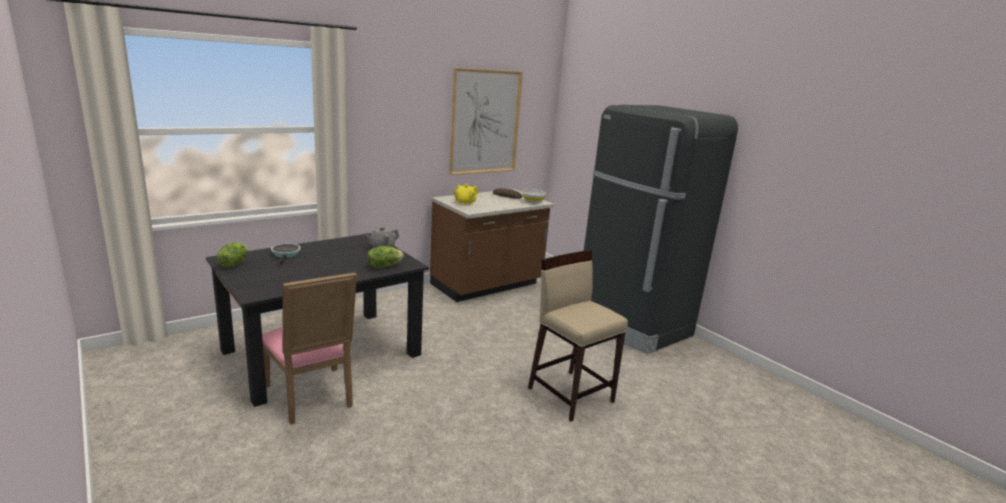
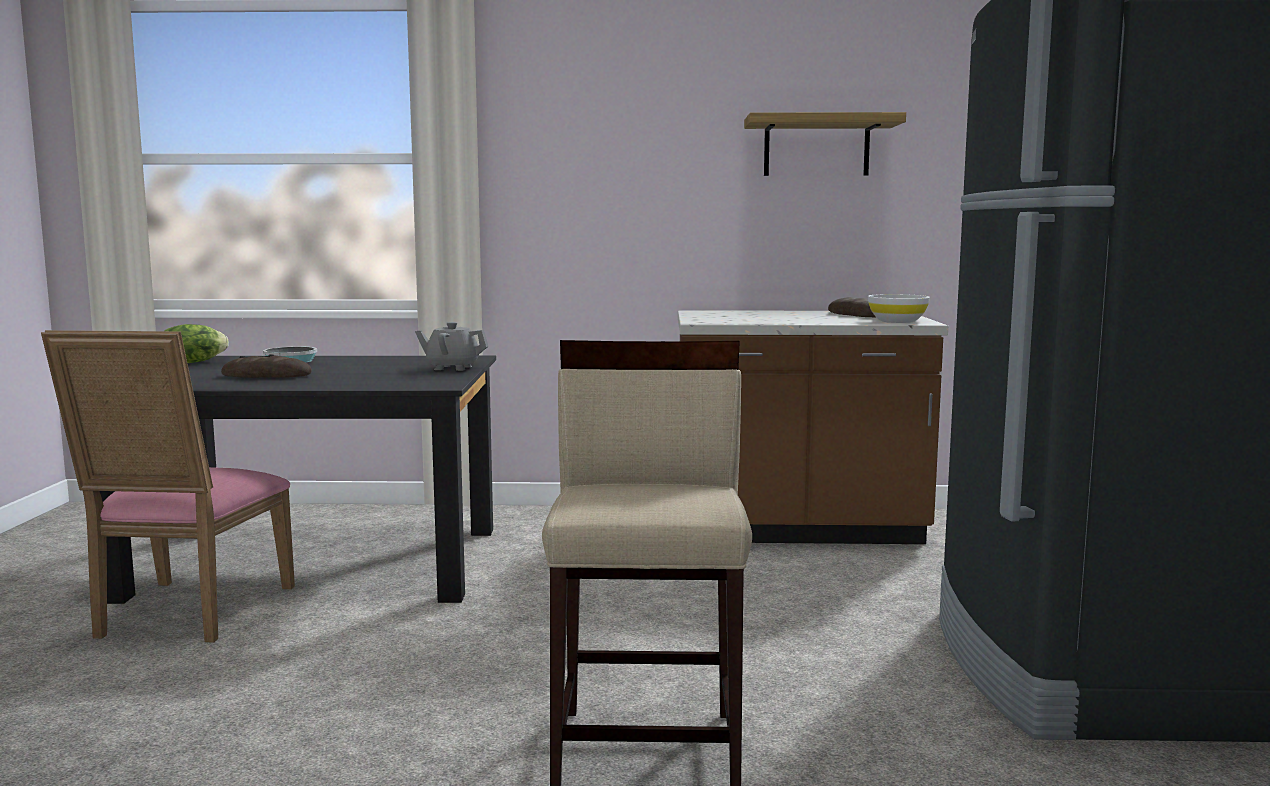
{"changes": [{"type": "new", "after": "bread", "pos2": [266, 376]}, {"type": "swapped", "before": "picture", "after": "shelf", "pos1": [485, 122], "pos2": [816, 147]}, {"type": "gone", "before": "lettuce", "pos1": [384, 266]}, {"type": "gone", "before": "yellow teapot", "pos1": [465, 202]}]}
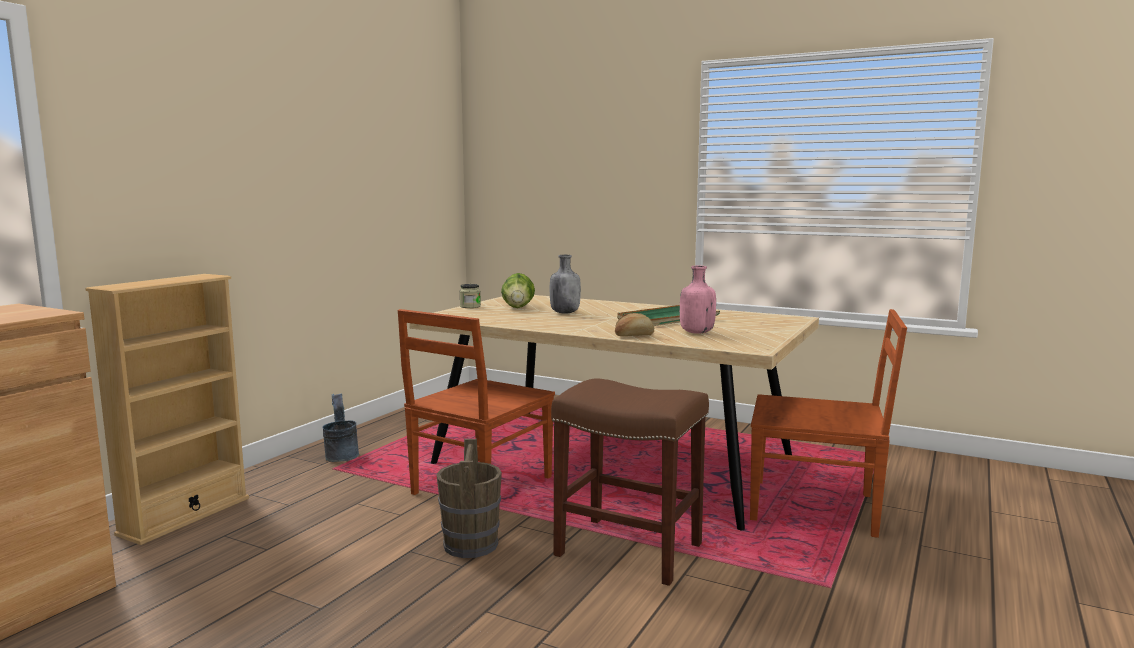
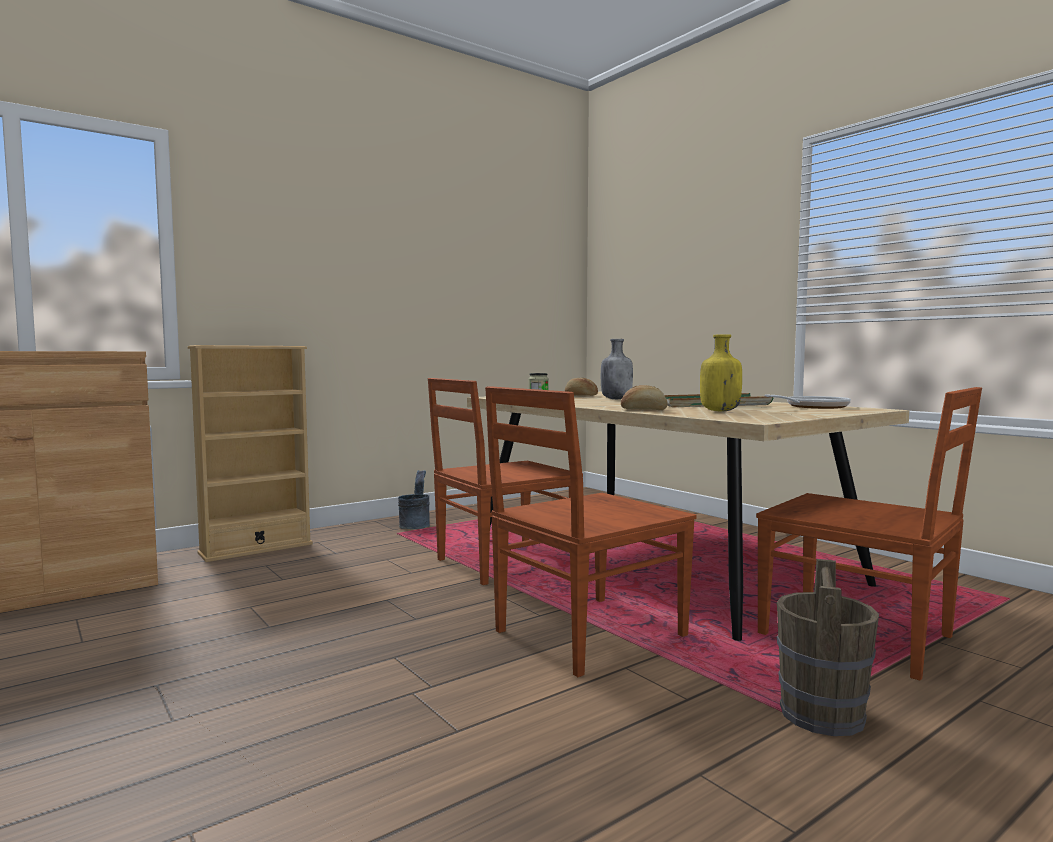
{"changes": [{"type": "swapped", "before": "brown stool", "after": "brown chair", "pos1": [626, 550], "pos2": [586, 635]}, {"type": "swapped", "before": "lettuce", "after": "bread", "pos1": [518, 307], "pos2": [580, 396]}, {"type": "repainted", "before": "pink bottle", "after": "yellow bottle", "pos1": [696, 332], "pos2": [719, 411]}, {"type": "new", "after": "frying pan", "pos2": [813, 407]}, {"type": "shifted", "before": "brown bucket", "pos1": [471, 544], "pos2": [822, 714]}]}
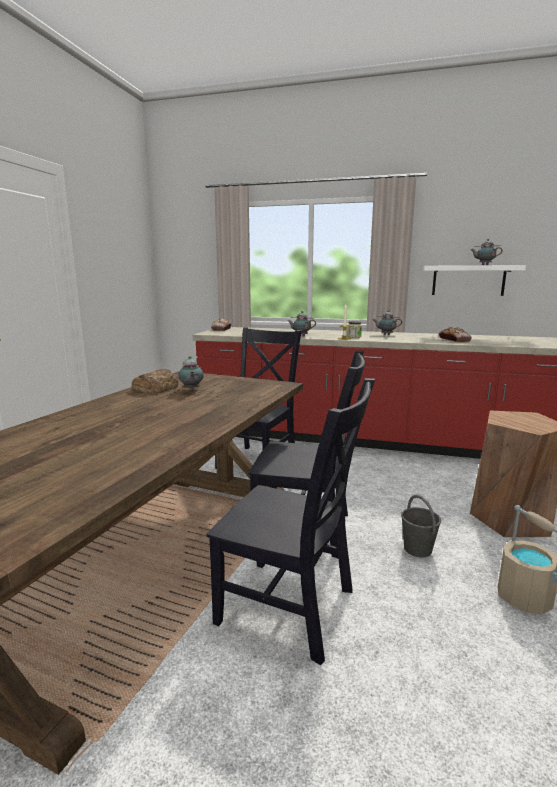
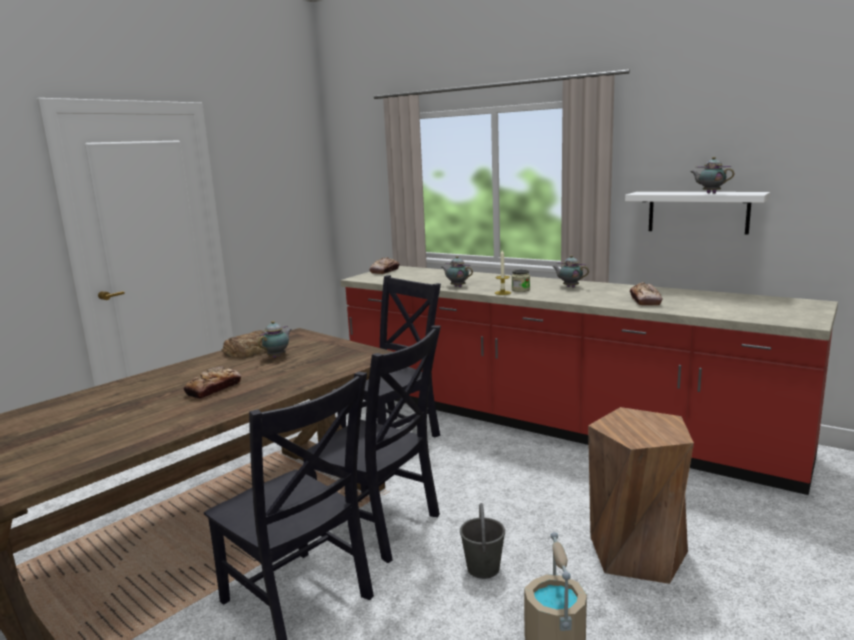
{"changes": [{"type": "new", "after": "bread", "pos2": [213, 389]}, {"type": "rotated", "before": "teapot", "pos1": [191, 390], "pos2": [278, 356], "turn": -150}]}
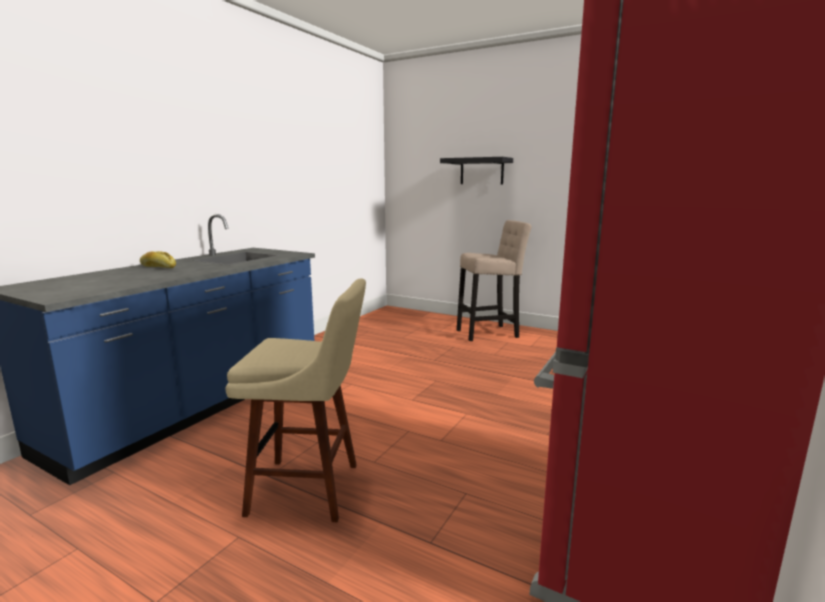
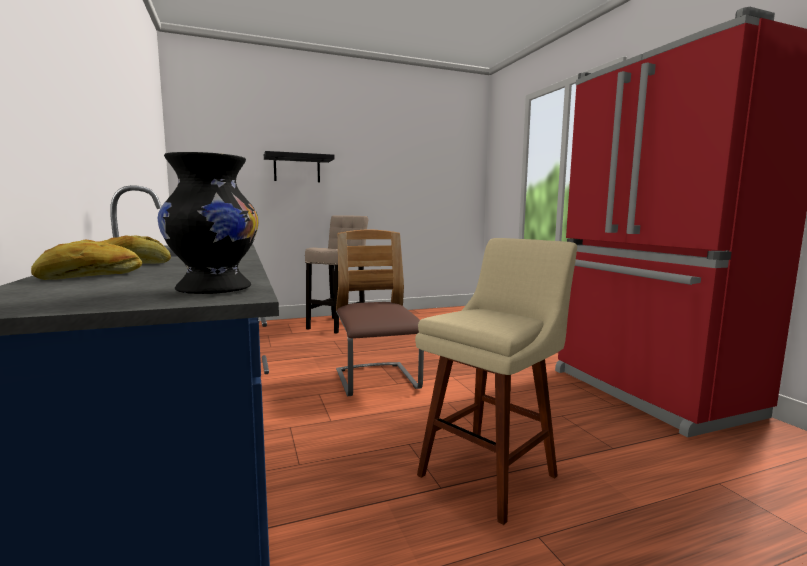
{"changes": [{"type": "new", "after": "bread", "pos2": [91, 276]}, {"type": "new", "after": "black vase", "pos2": [214, 289]}, {"type": "new", "after": "chair", "pos2": [376, 381]}]}
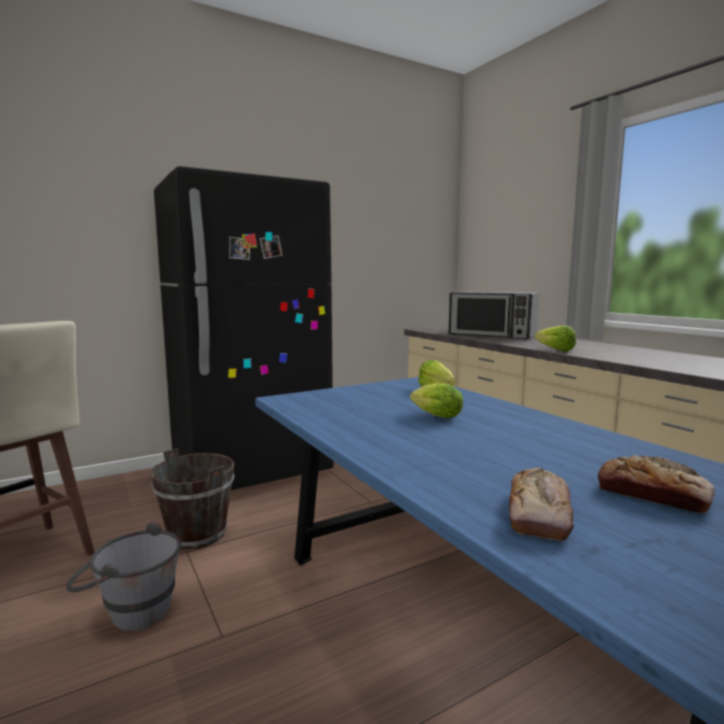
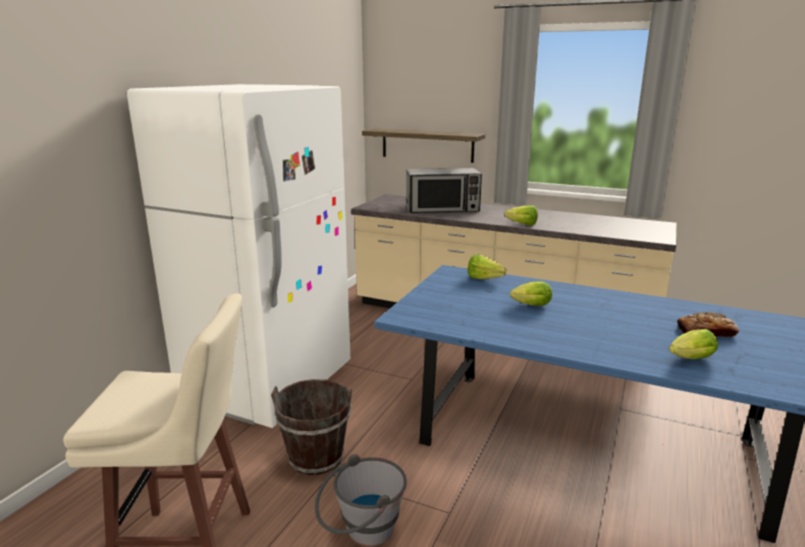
{"changes": [{"type": "repainted", "before": "black fridge", "after": "white fridge", "pos1": [251, 469], "pos2": [269, 384]}, {"type": "new", "after": "shelf", "pos2": [427, 145]}, {"type": "swapped", "before": "bread", "after": "lettuce", "pos1": [539, 514], "pos2": [689, 359]}]}
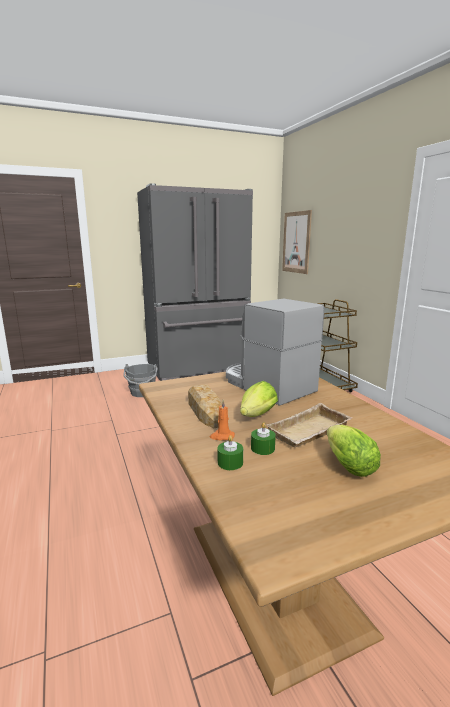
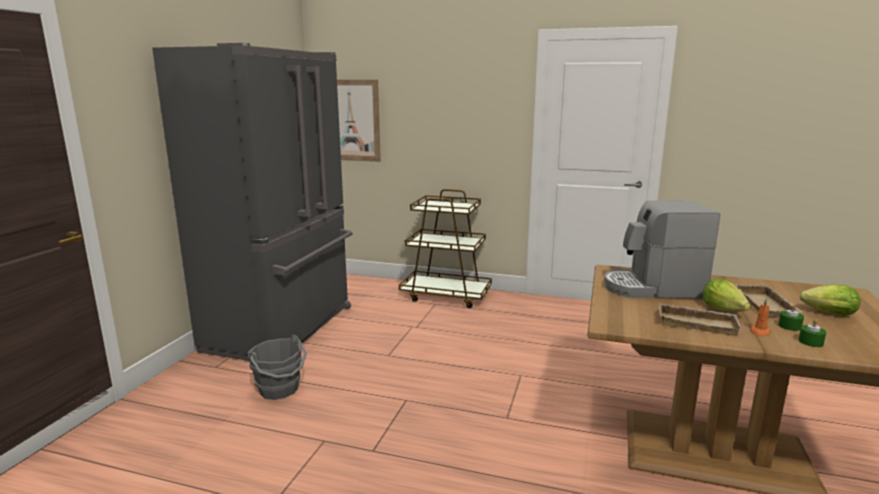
{"changes": [{"type": "swapped", "before": "bread", "after": "beige tray", "pos1": [205, 410], "pos2": [697, 323]}]}
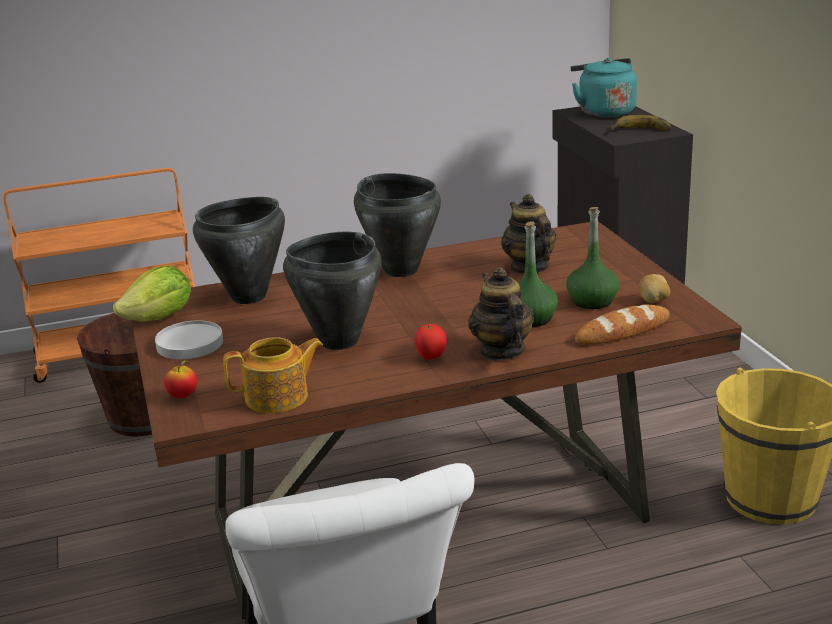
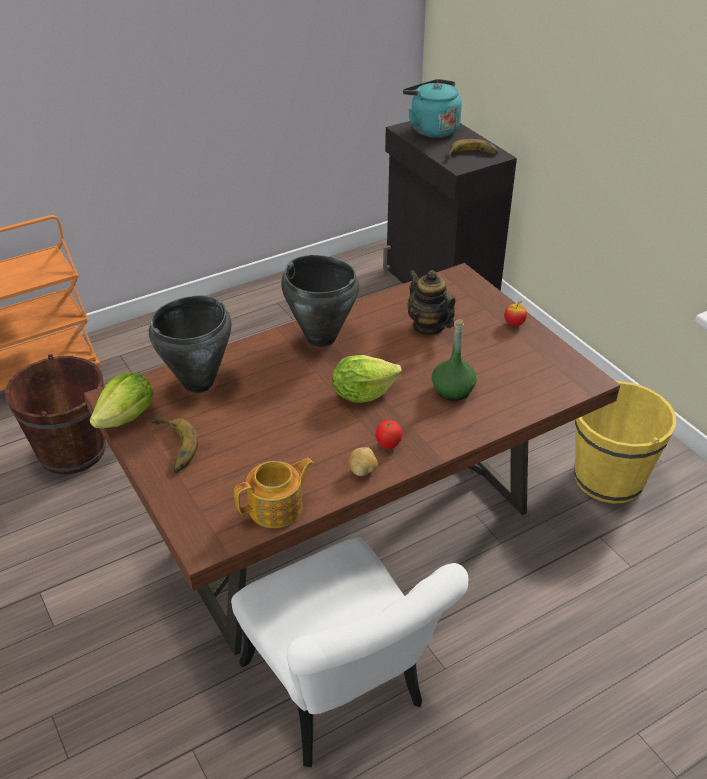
{"changes": [{"type": "swapped", "before": "white plate", "after": "banana", "pos1": [190, 344], "pos2": [170, 448]}, {"type": "new", "after": "lettuce", "pos2": [362, 393]}, {"type": "shifted", "before": "potato", "pos1": [654, 301], "pos2": [363, 471]}, {"type": "shifted", "before": "apple", "pos1": [183, 396], "pos2": [514, 324]}, {"type": "gone", "before": "black cooking pot", "pos1": [338, 341]}, {"type": "gone", "before": "teapot", "pos1": [501, 351]}, {"type": "gone", "before": "green bottle", "pos1": [592, 301]}, {"type": "gone", "before": "bread", "pos1": [622, 331]}]}
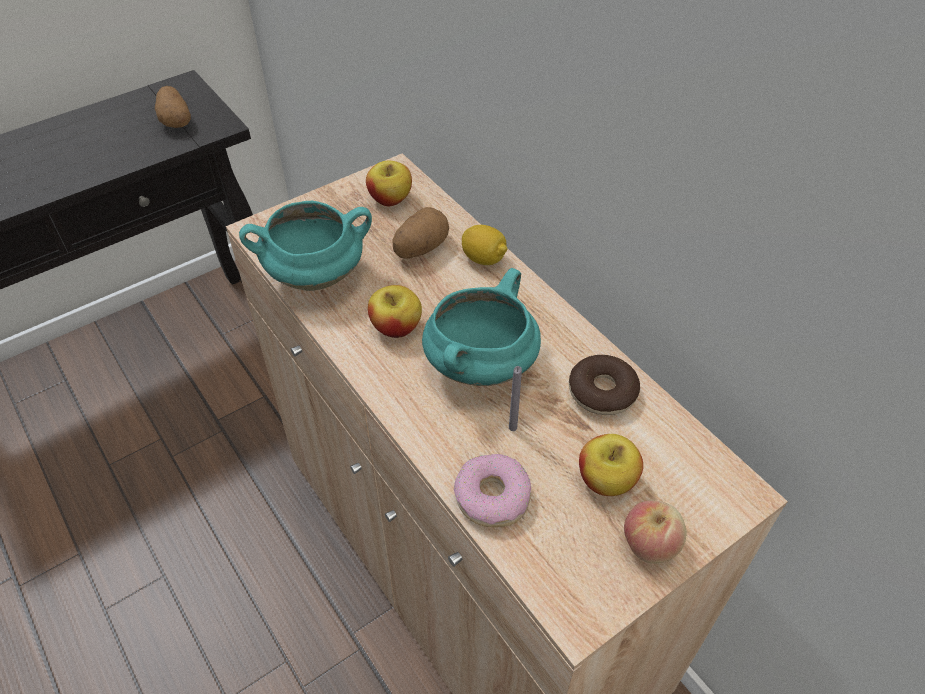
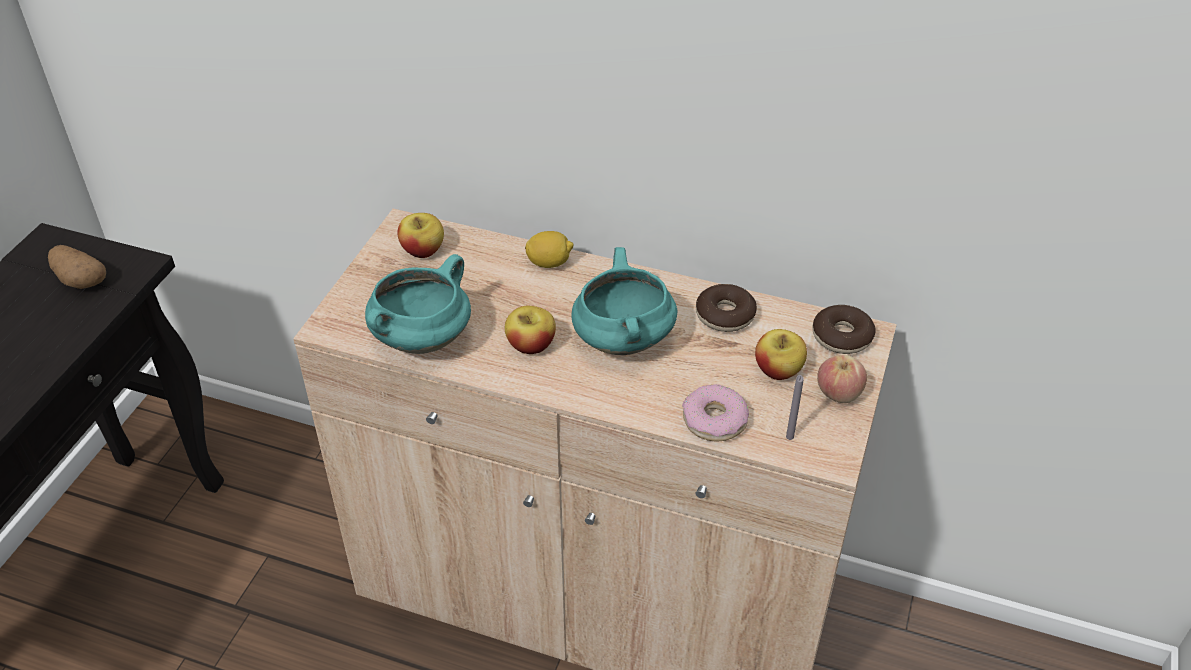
{"changes": [{"type": "shifted", "before": "grey candle", "pos1": [512, 427], "pos2": [789, 437]}, {"type": "new", "after": "donut", "pos2": [842, 337]}, {"type": "gone", "before": "potato", "pos1": [420, 248]}]}
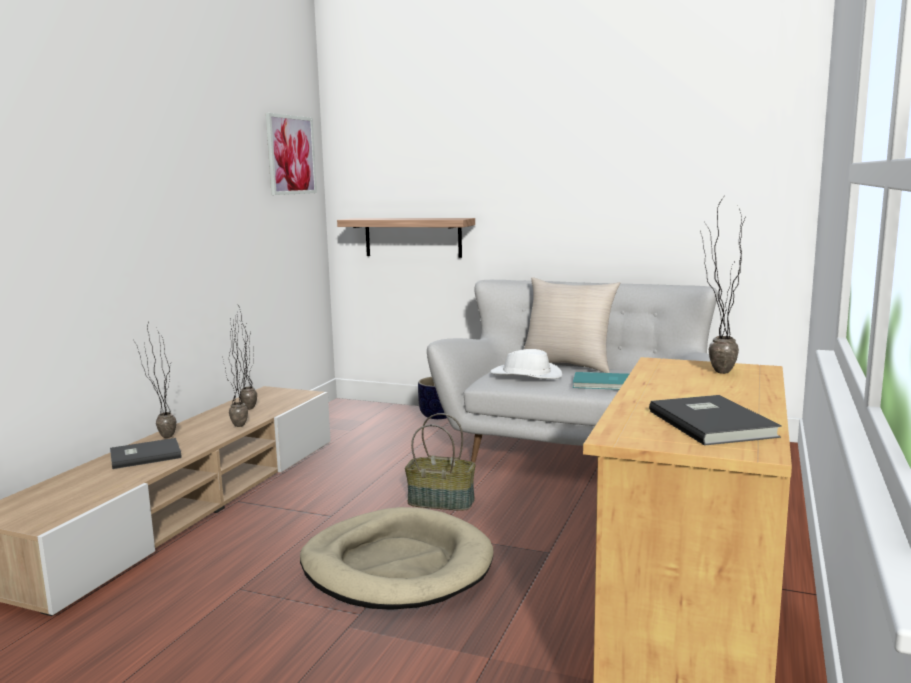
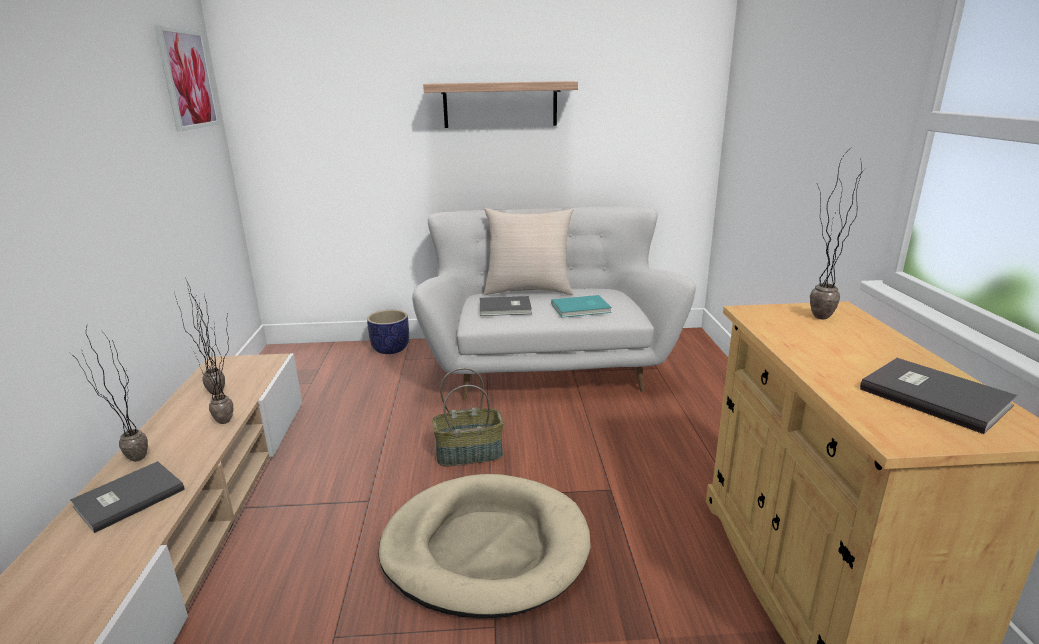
{"changes": [{"type": "shifted", "before": "shelf", "pos1": [412, 237], "pos2": [500, 104]}, {"type": "swapped", "before": "white hat", "after": "grey book", "pos1": [526, 375], "pos2": [506, 308]}]}
